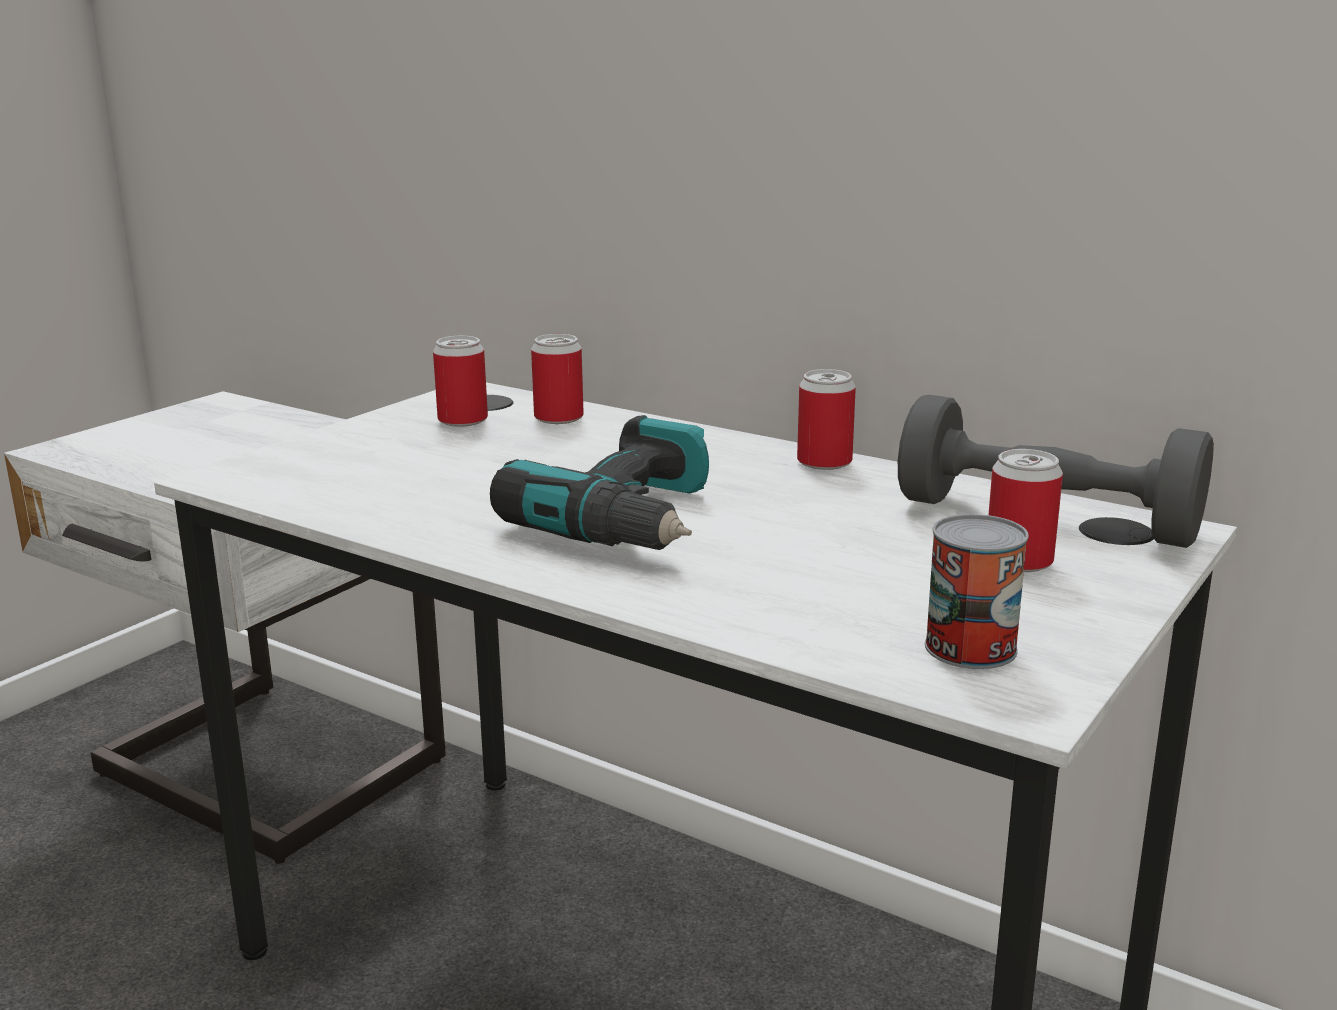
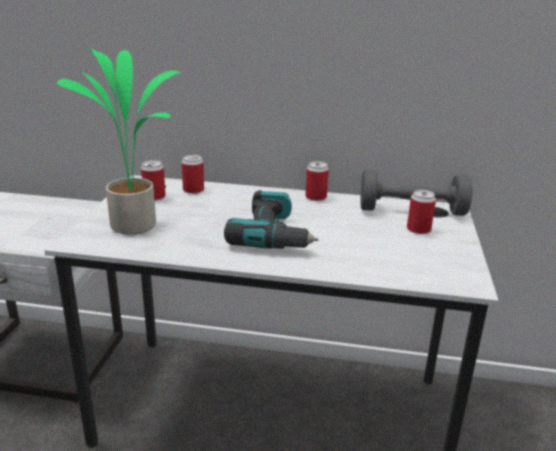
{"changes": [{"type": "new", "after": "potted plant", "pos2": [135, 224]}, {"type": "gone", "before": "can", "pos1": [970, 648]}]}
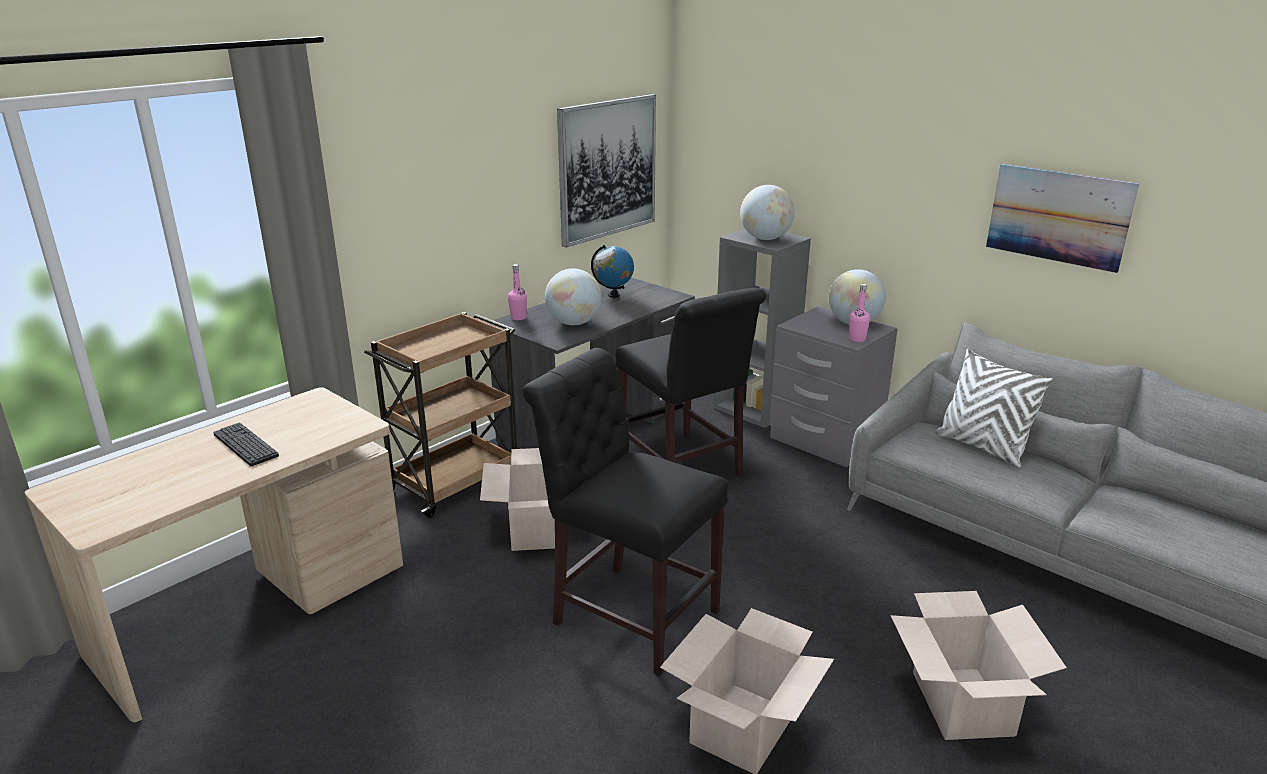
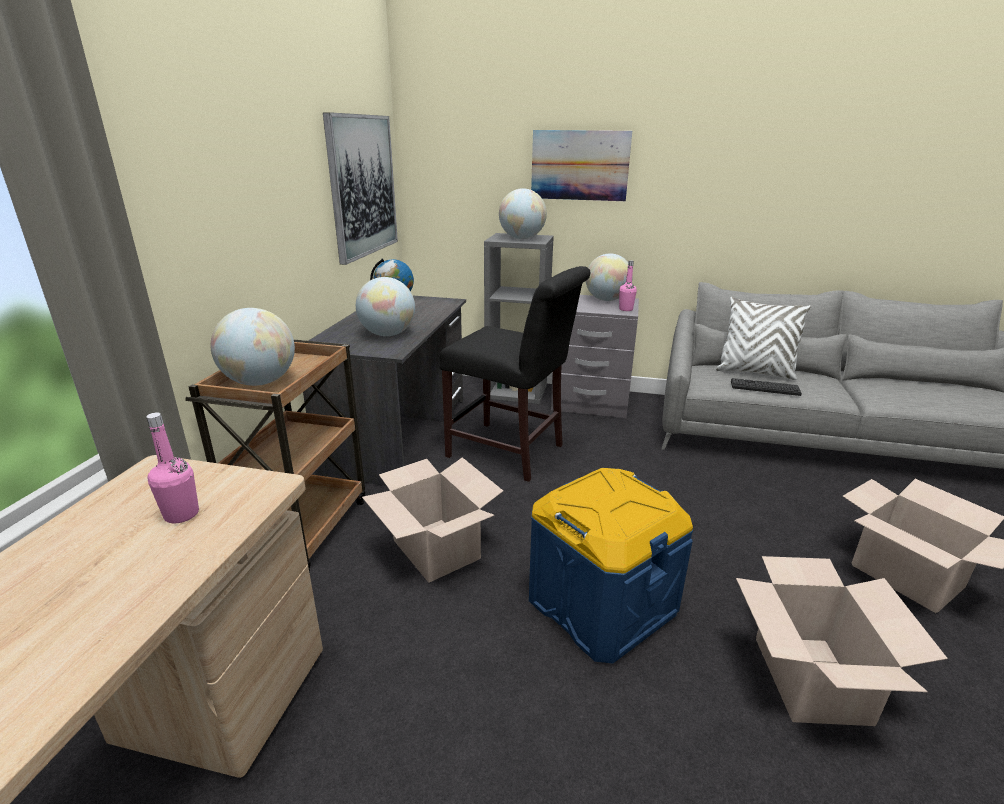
{"changes": [{"type": "shifted", "before": "pink bottle", "pos1": [518, 317], "pos2": [181, 514]}, {"type": "new", "after": "globe", "pos2": [260, 382]}, {"type": "swapped", "before": "black chair", "after": "blue storage box", "pos1": [628, 613], "pos2": [600, 604]}, {"type": "shifted", "before": "picture", "pos1": [1058, 216], "pos2": [579, 165]}, {"type": "shifted", "before": "keyboard", "pos1": [245, 445], "pos2": [765, 388]}]}
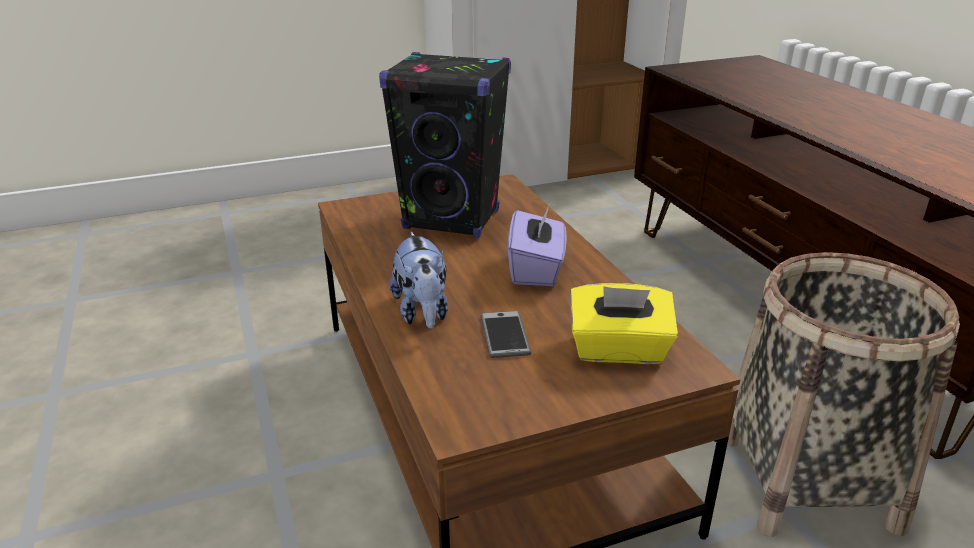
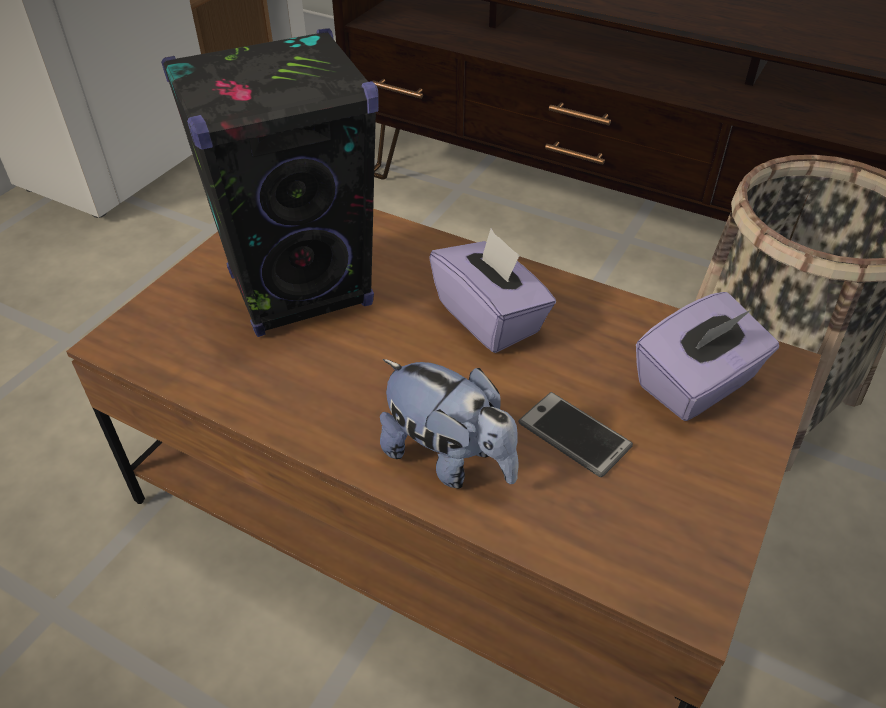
{"changes": [{"type": "repainted", "before": "yellow tissue box", "after": "purple tissue box", "pos1": [619, 350], "pos2": [696, 384]}]}
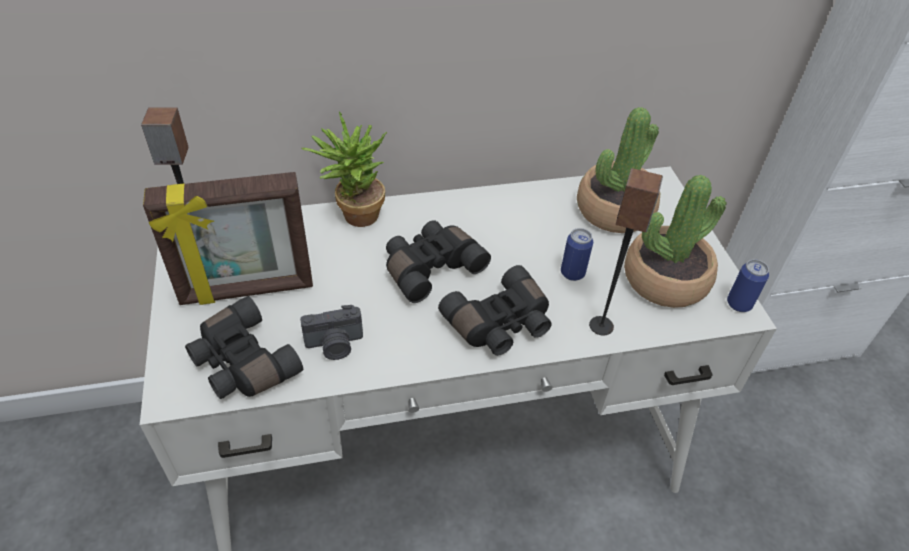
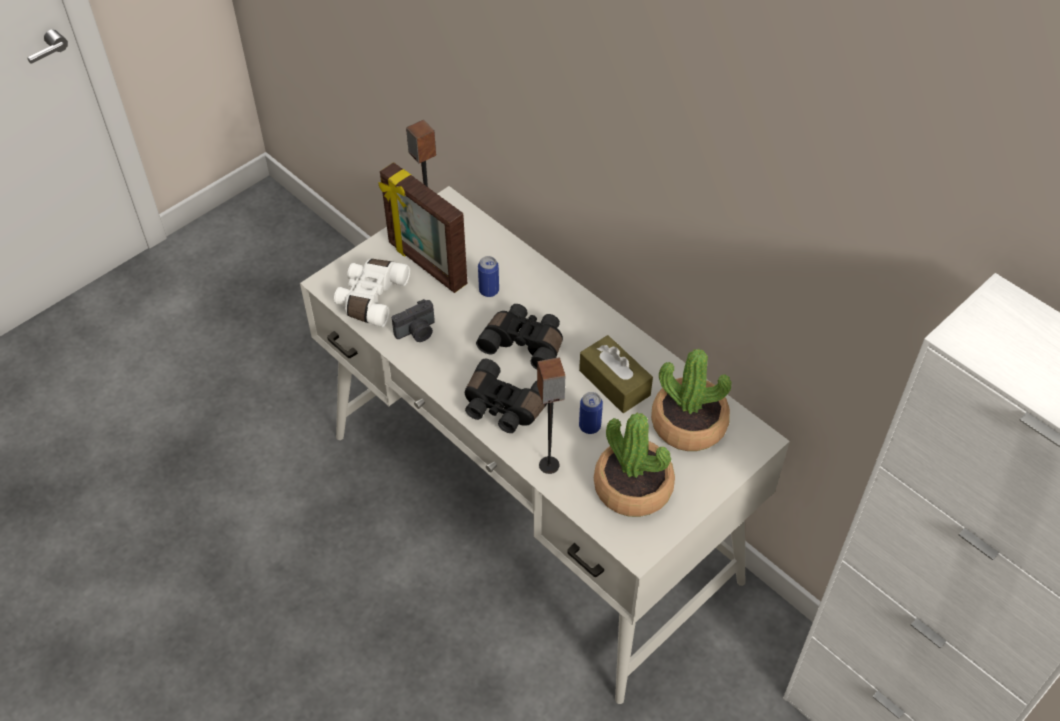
{"changes": [{"type": "repainted", "before": "black binoculars", "after": "white binoculars", "pos1": [241, 363], "pos2": [370, 298]}, {"type": "rotated", "before": "photo camera", "pos1": [335, 345], "pos2": [417, 332], "turn": -75}, {"type": "shifted", "before": "can", "pos1": [739, 304], "pos2": [489, 290]}, {"type": "new", "after": "brown tissue box", "pos2": [614, 383]}, {"type": "gone", "before": "potted plant", "pos1": [353, 215]}]}
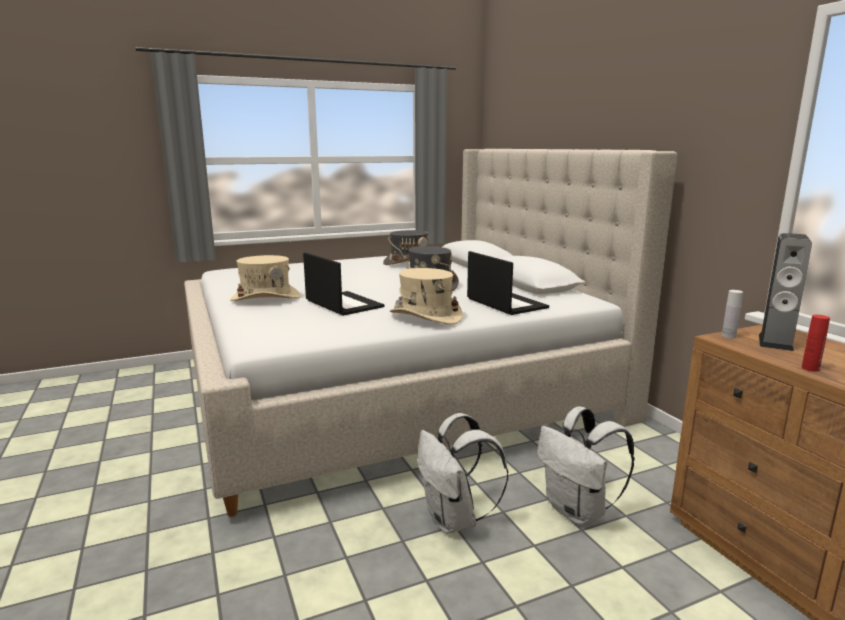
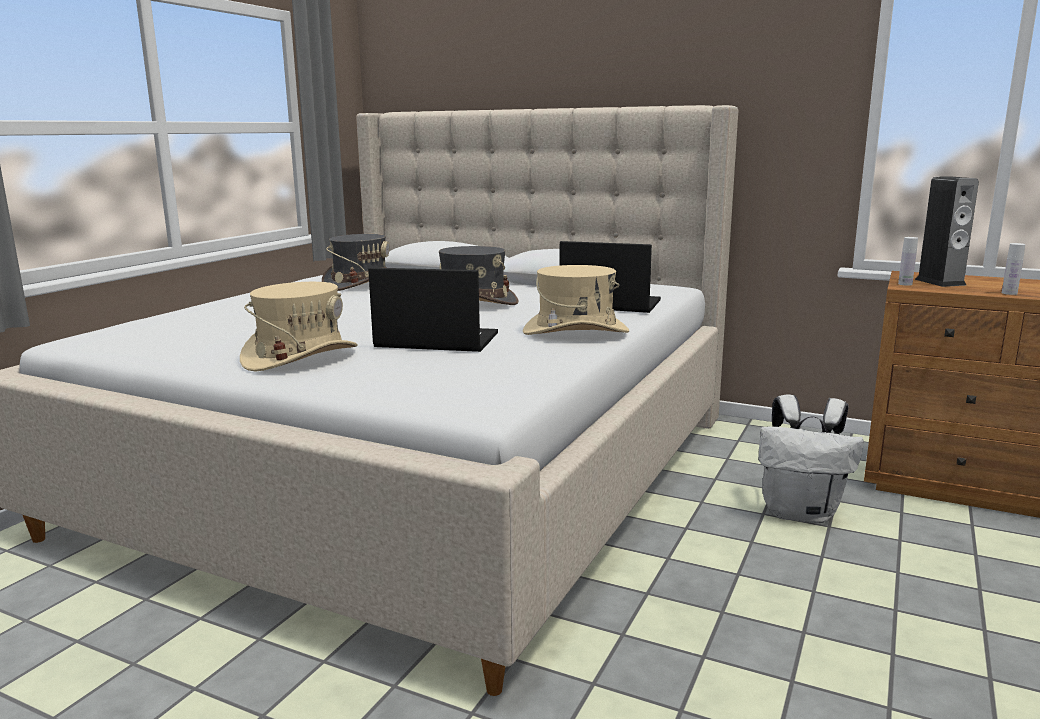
{"changes": [{"type": "repainted", "before": "red bottle", "after": "white bottle", "pos1": [810, 368], "pos2": [1009, 293]}, {"type": "gone", "before": "white backpack", "pos1": [454, 520]}]}
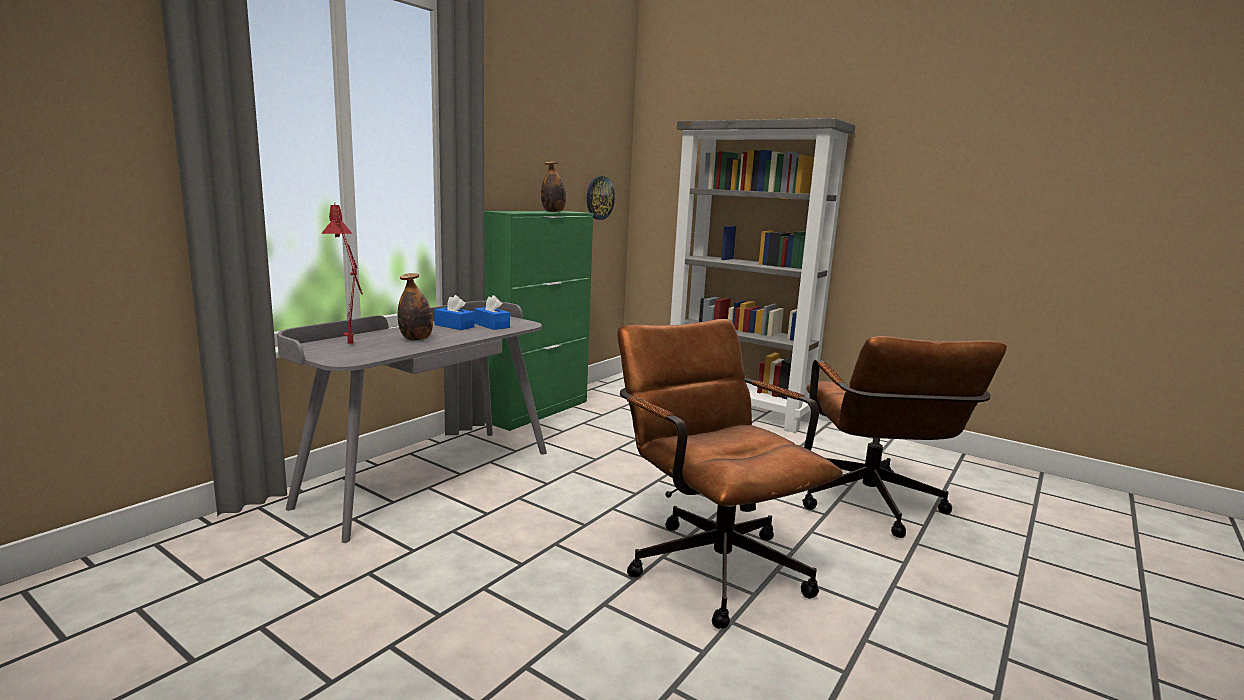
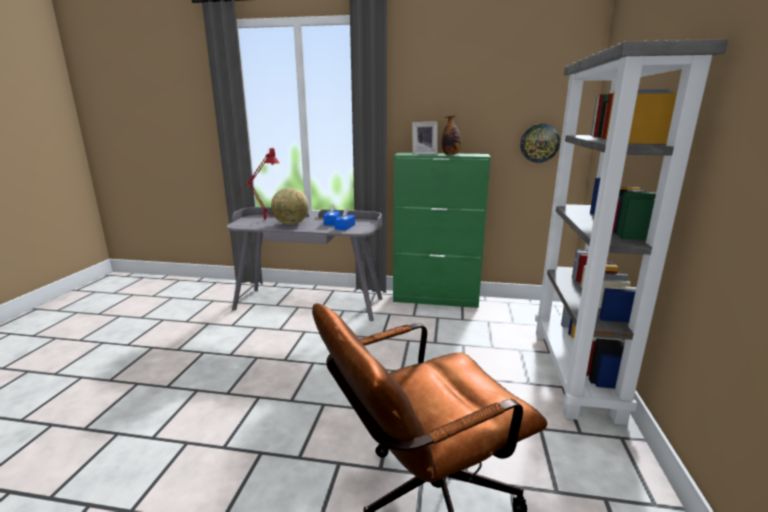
{"changes": [{"type": "swapped", "before": "bottle", "after": "globe", "pos1": [416, 339], "pos2": [291, 224]}, {"type": "new", "after": "picture frame", "pos2": [423, 154]}, {"type": "gone", "before": "brown office chair", "pos1": [710, 561]}]}
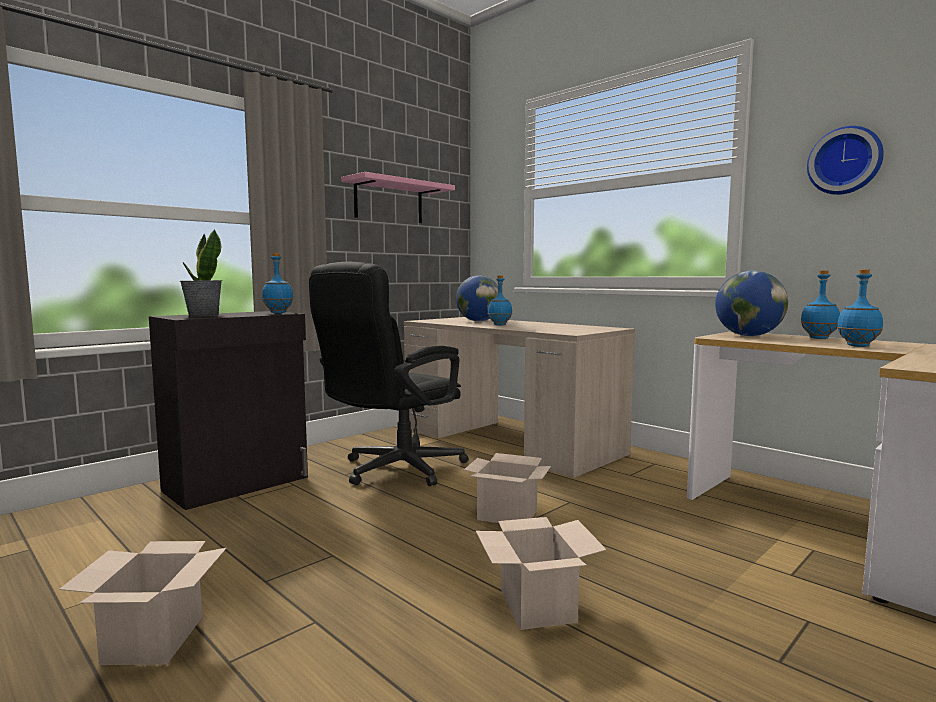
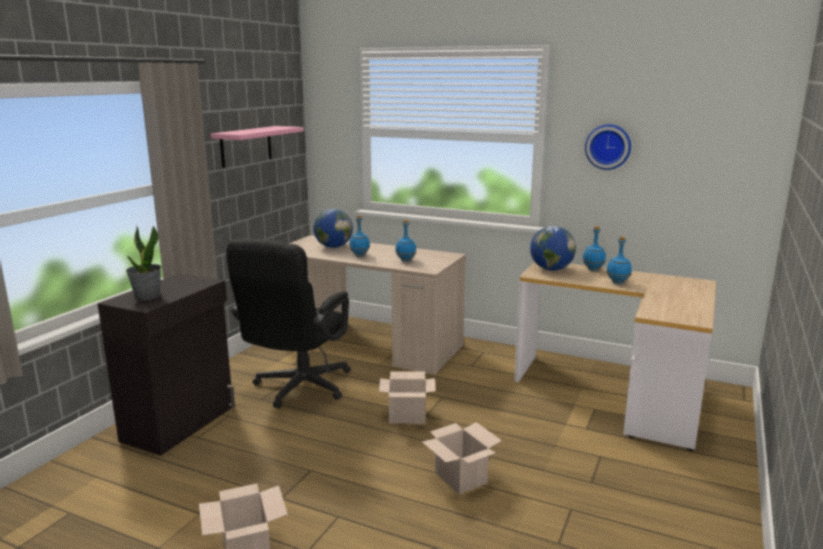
{"changes": [{"type": "shifted", "before": "blue bottle", "pos1": [278, 313], "pos2": [406, 260]}]}
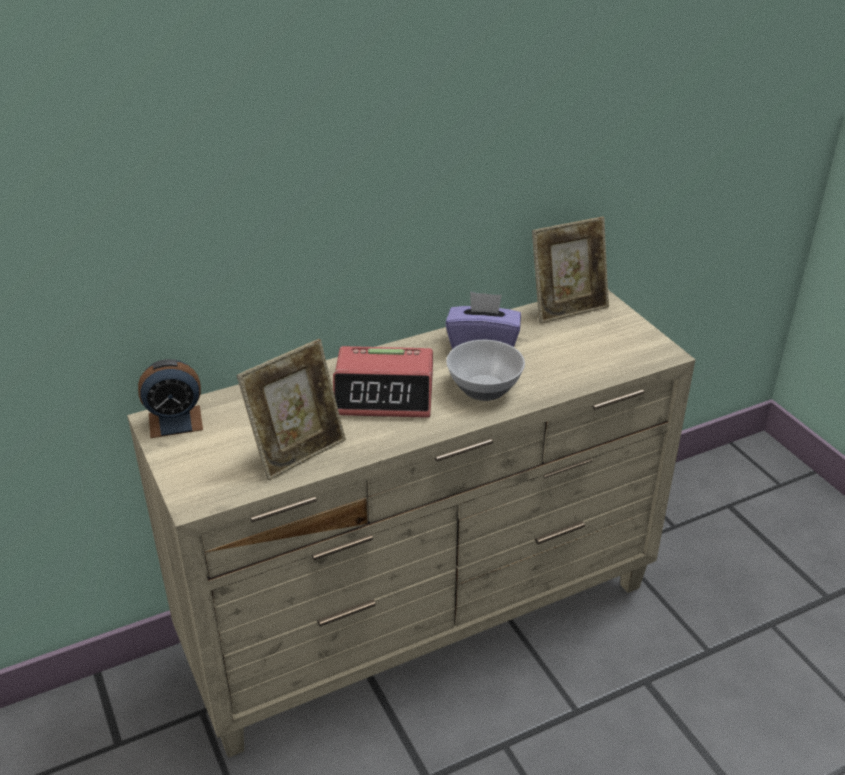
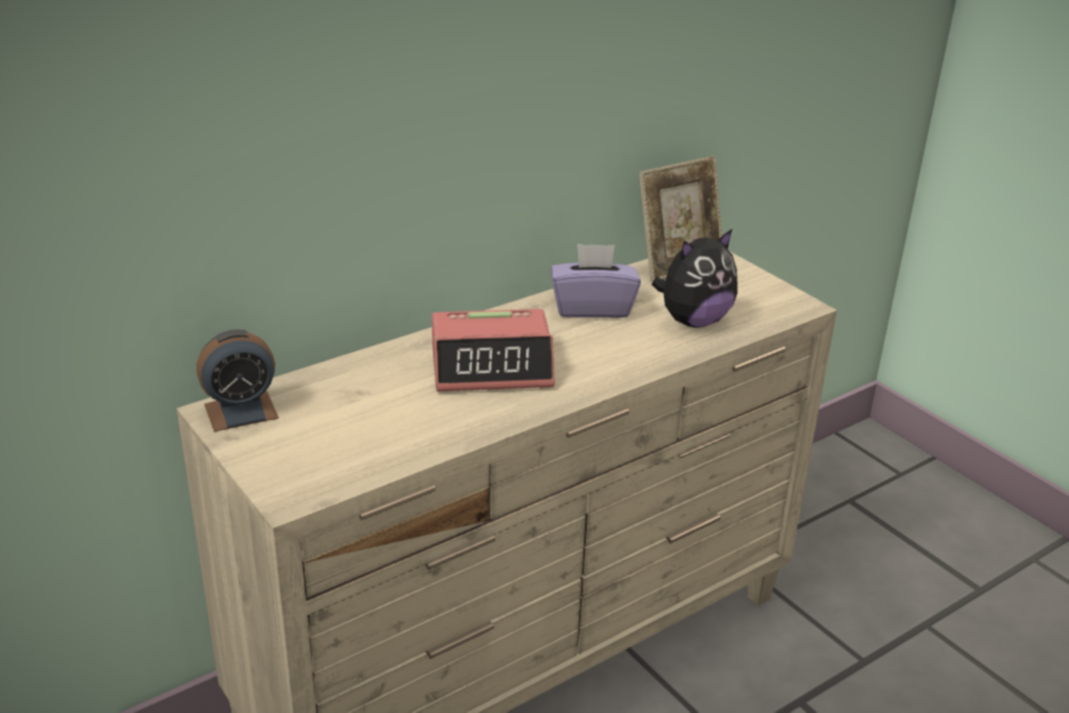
{"changes": [{"type": "new", "after": "plush toy", "pos2": [693, 321]}, {"type": "gone", "before": "picture frame", "pos1": [297, 451]}, {"type": "gone", "before": "bowl", "pos1": [485, 387]}]}
